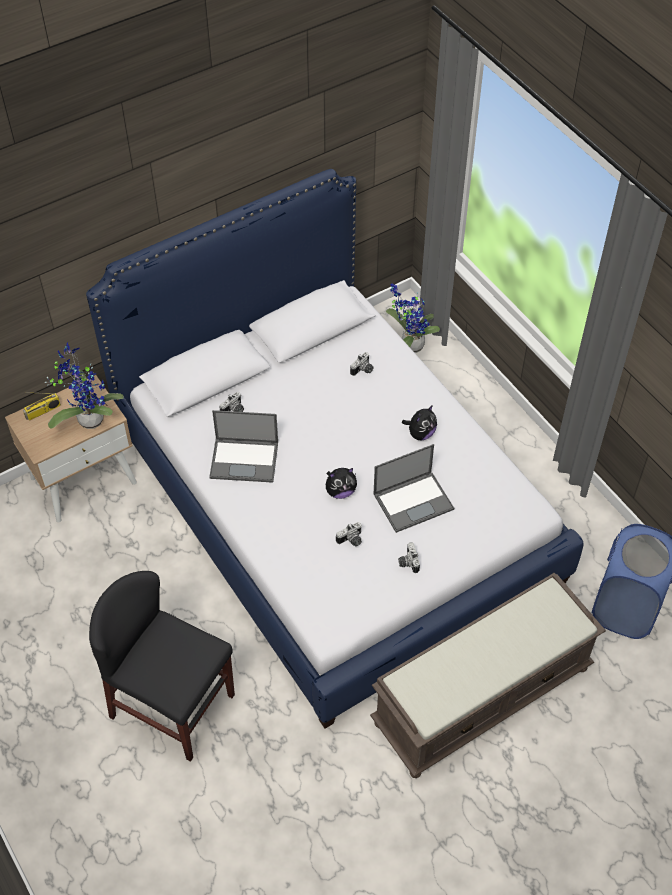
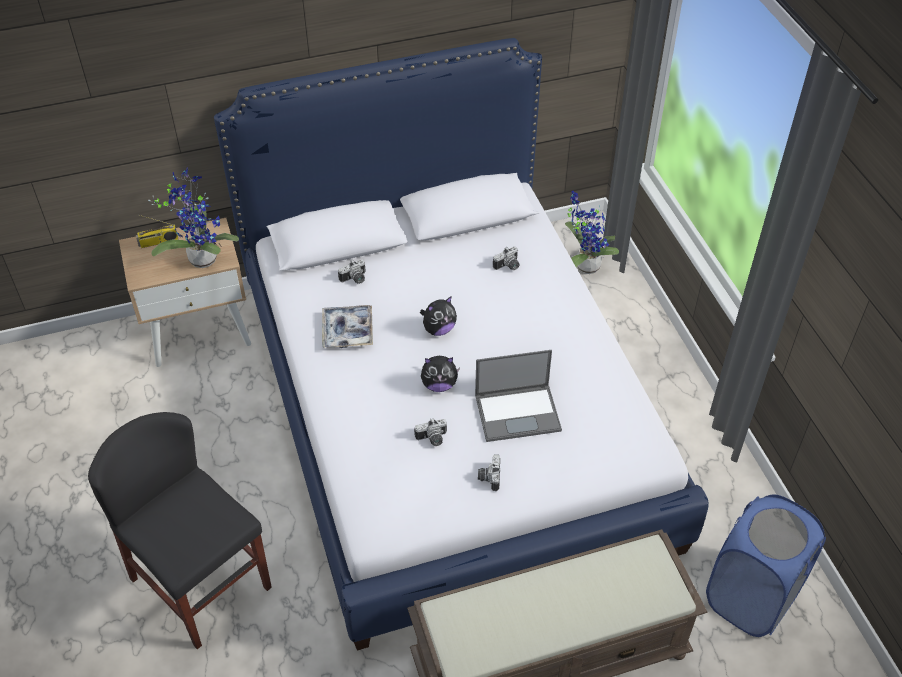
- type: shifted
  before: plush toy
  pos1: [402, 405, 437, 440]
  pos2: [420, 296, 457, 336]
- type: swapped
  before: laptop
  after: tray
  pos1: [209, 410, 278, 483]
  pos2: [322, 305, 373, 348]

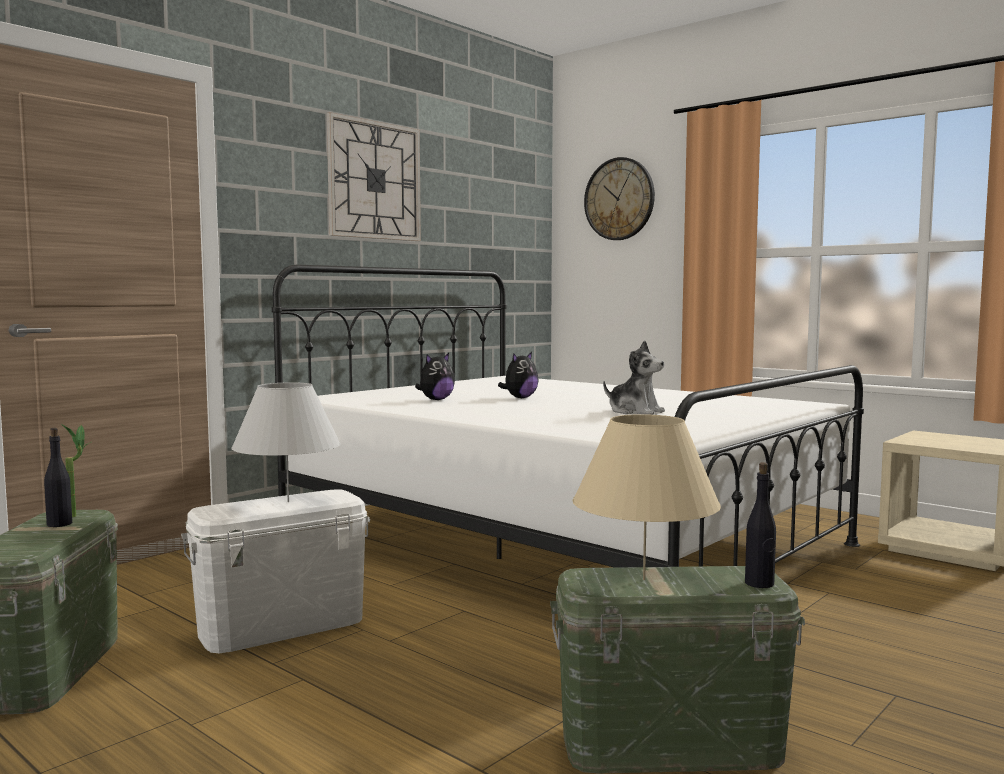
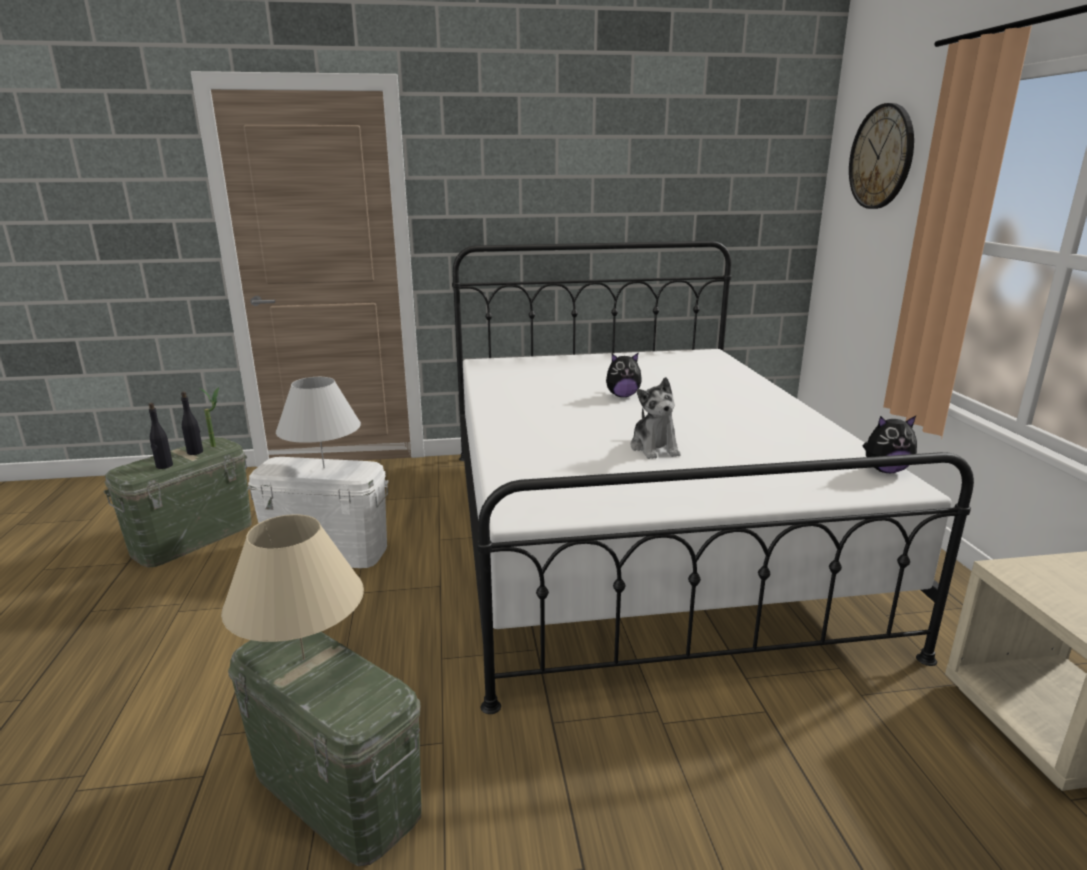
- type: gone
  before: wall clock
  pos1: [327, 112, 421, 241]
- type: shifted
  before: plush toy
  pos1: [415, 353, 455, 400]
  pos2: [862, 416, 917, 473]
- type: shifted
  before: black bottle
  pos1: [745, 462, 776, 588]
  pos2: [148, 403, 173, 469]

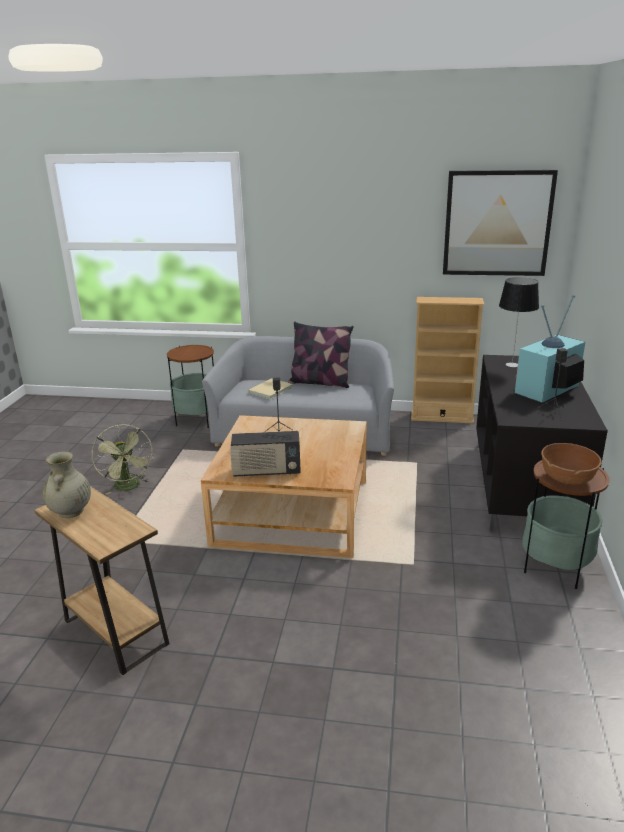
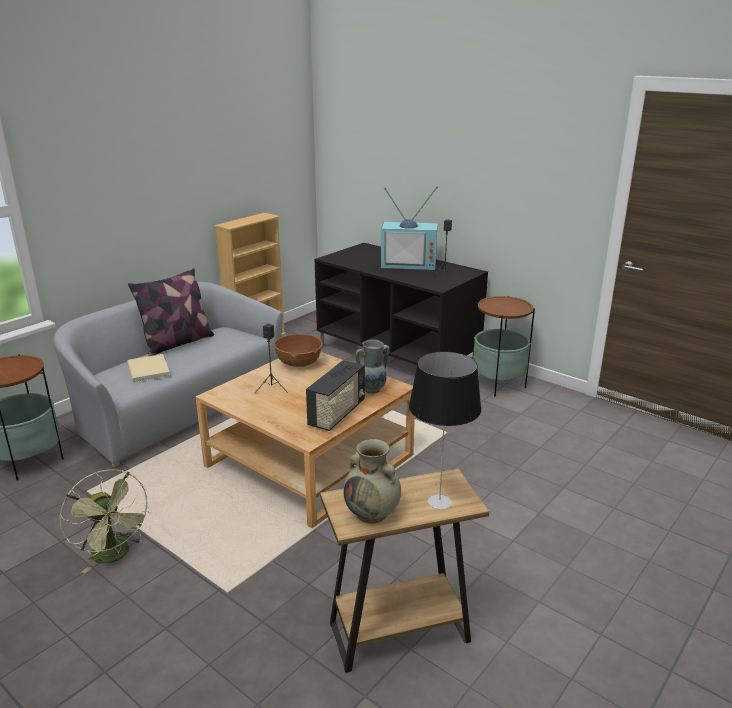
- type: gone
  before: picture
  pos1: [443, 170, 558, 276]
- type: new
  after: grey vase
  pos2: [355, 339, 390, 394]
- type: shifted
  before: table lamp
  pos1: [499, 277, 539, 367]
  pos2: [409, 352, 481, 509]
- type: shifted
  before: brown bowl
  pos1: [541, 443, 602, 485]
  pos2: [274, 334, 323, 367]
- type: rotated
  before: green fan
  pos1: [92, 424, 153, 495]
  pos2: [59, 469, 152, 574]
  turn: 45
- type: rotated
  before: television
  pos1: [515, 295, 585, 403]
  pos2: [381, 186, 438, 270]
  turn: -75

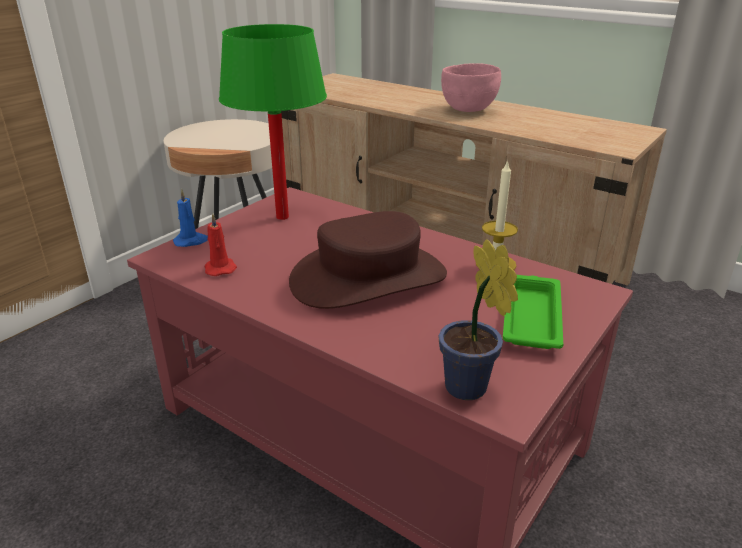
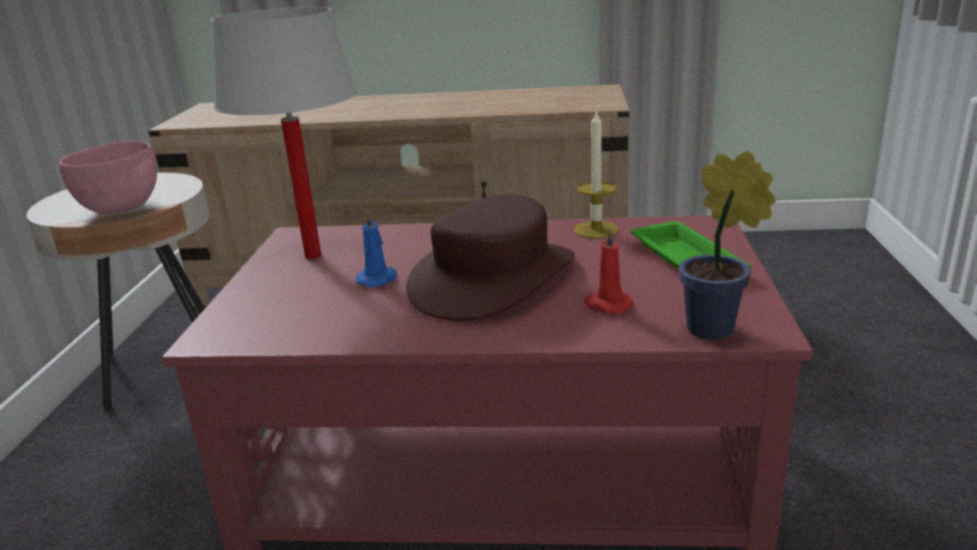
- type: shifted
  before: blue candle
  pos1: [173, 189, 208, 247]
  pos2: [356, 210, 397, 288]
- type: shifted
  before: red candle
  pos1: [205, 213, 237, 276]
  pos2: [584, 228, 634, 314]
- type: shifted
  before: pink bowl
  pos1: [441, 63, 501, 112]
  pos2: [59, 141, 157, 214]
- type: repainted
  before: green table lamp
  after: white table lamp
  pos1: [219, 24, 327, 220]
  pos2: [211, 7, 356, 259]

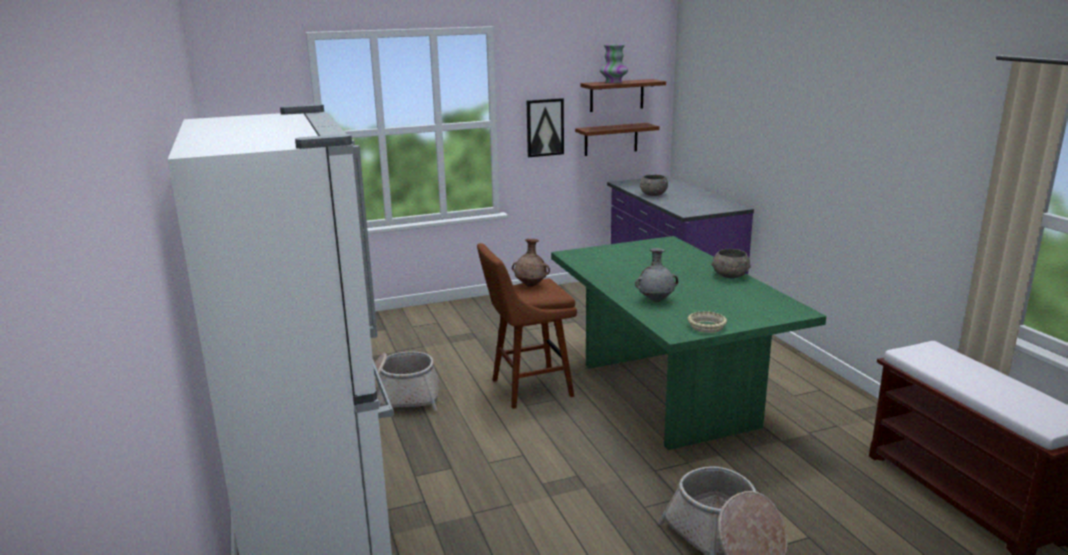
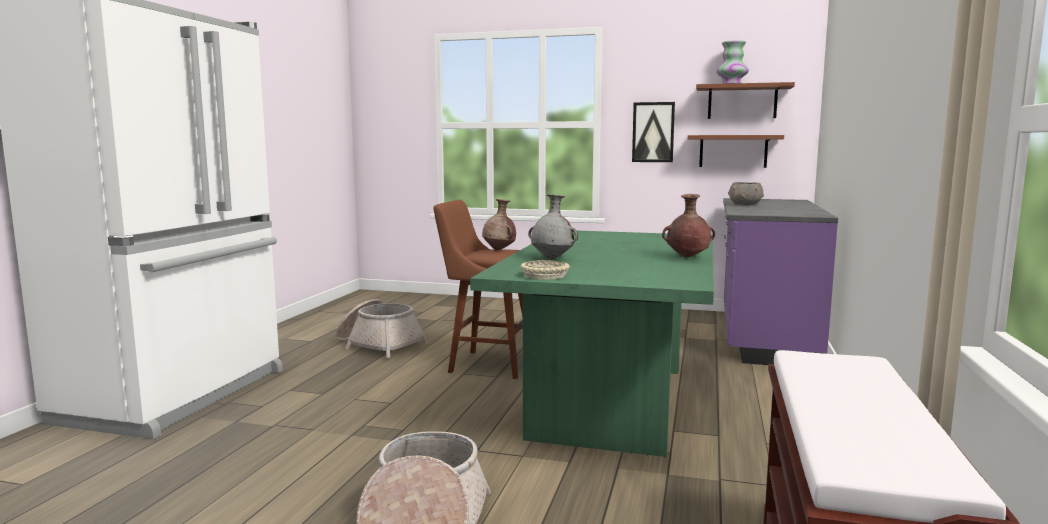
- type: swapped
  before: grey bowl
  after: brown vase
  pos1: [711, 249, 751, 278]
  pos2: [662, 194, 715, 257]

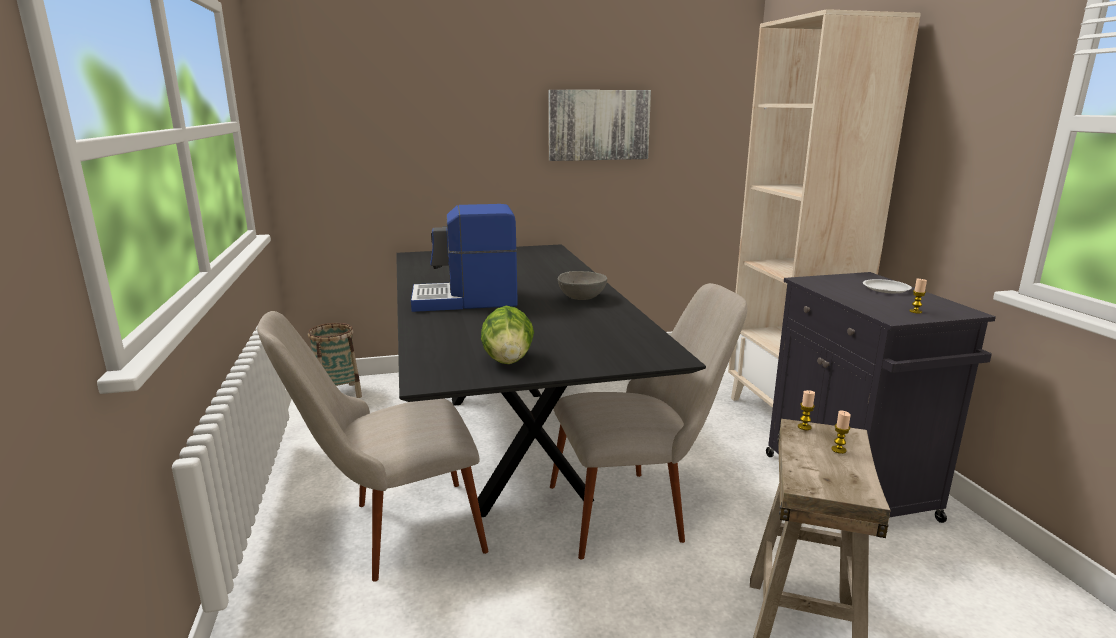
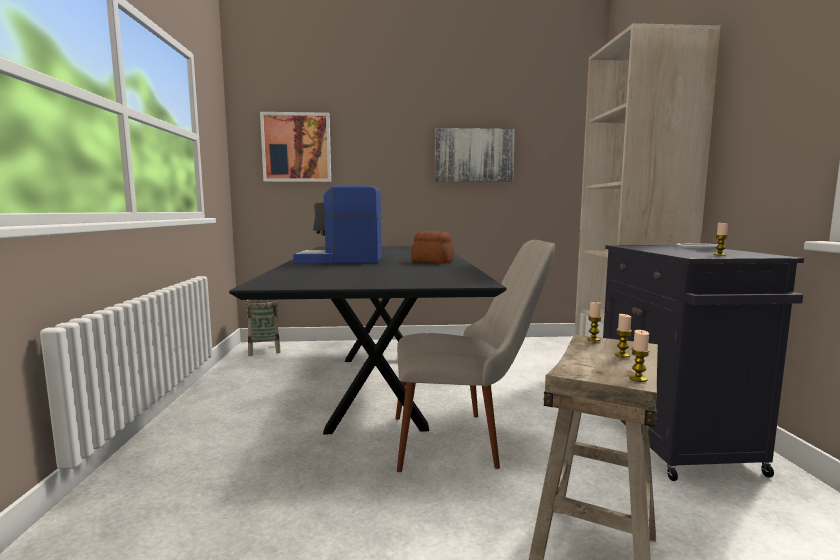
- type: gone
  before: beige chair
  pos1: [257, 311, 488, 582]
- type: gone
  before: lettuce
  pos1: [481, 306, 534, 364]
- type: new
  after: picture
  pos2: [260, 112, 331, 182]
- type: new
  after: candle
  pos2: [629, 330, 650, 382]
- type: swapped
  before: grey bowl
  after: bread
  pos1: [558, 271, 607, 300]
  pos2: [411, 231, 454, 264]

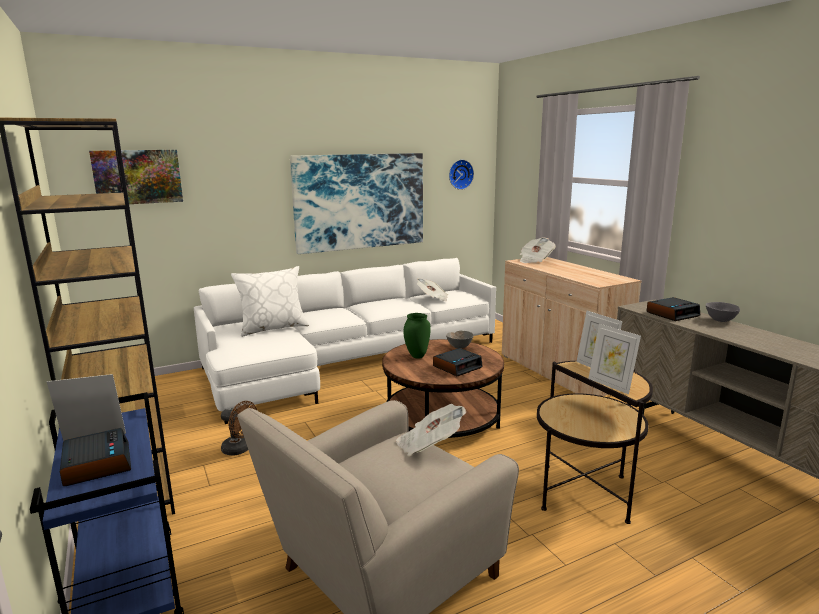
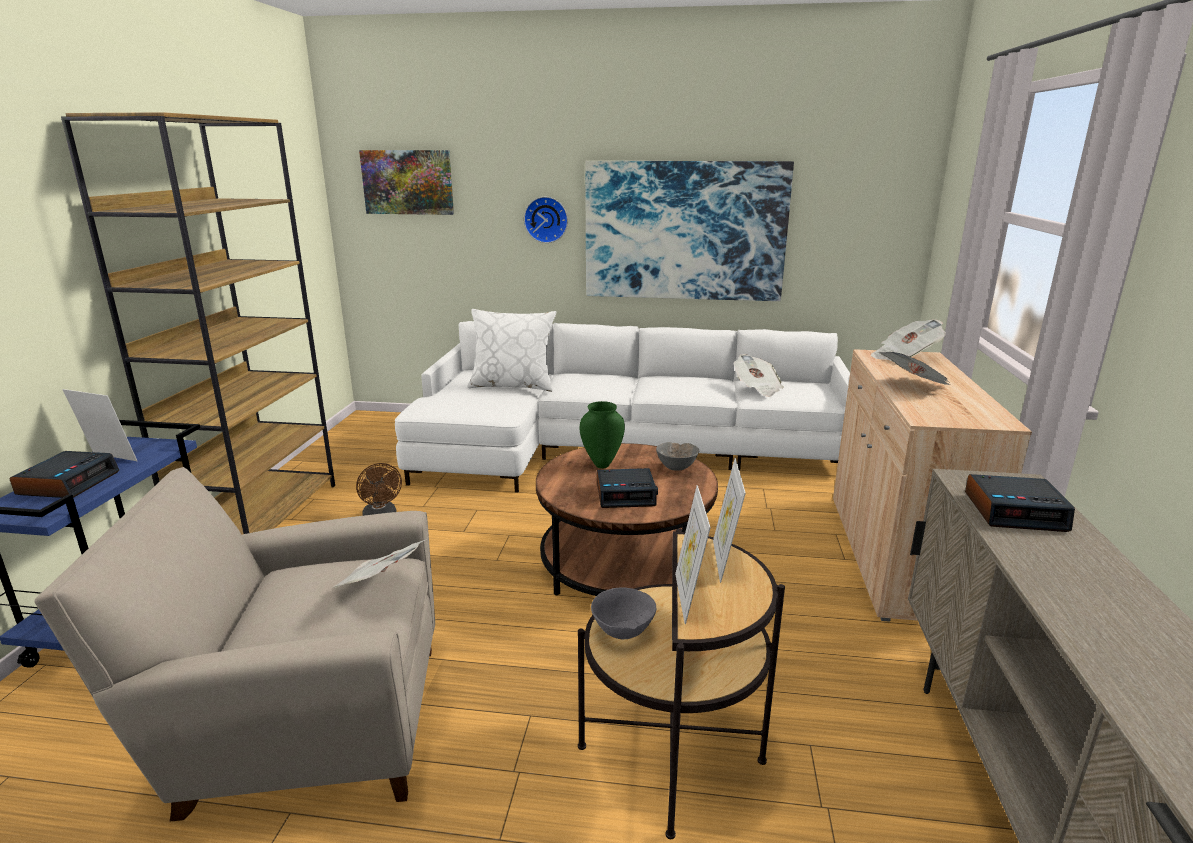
- type: new
  after: newspaper
  pos2: [879, 352, 951, 385]
- type: shifted
  before: wall clock
  pos1: [449, 159, 474, 190]
  pos2: [524, 197, 568, 243]
- type: shifted
  before: grey bowl
  pos1: [705, 302, 740, 322]
  pos2: [591, 587, 656, 640]

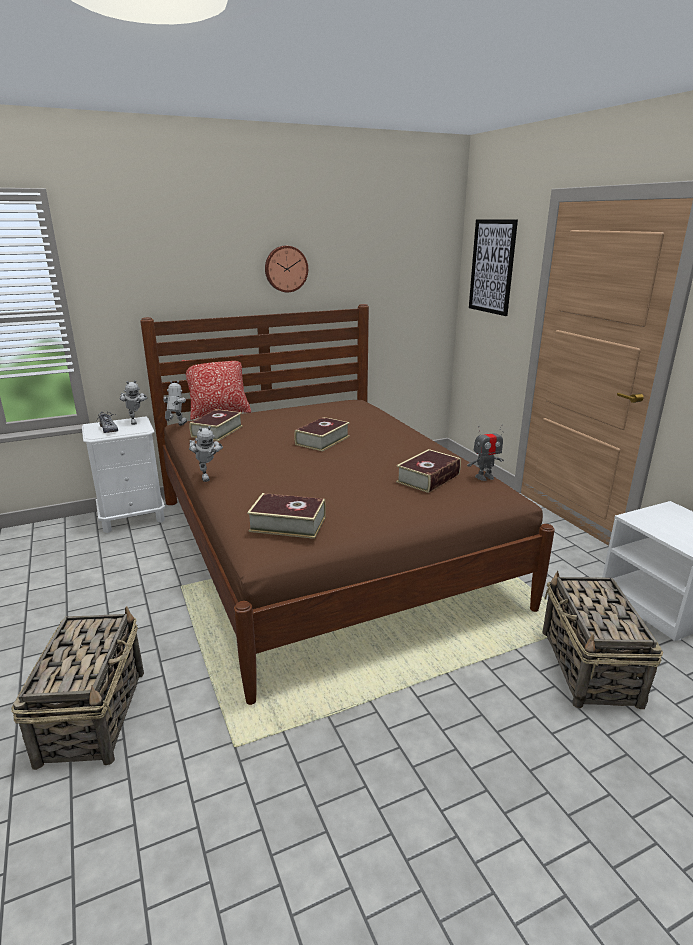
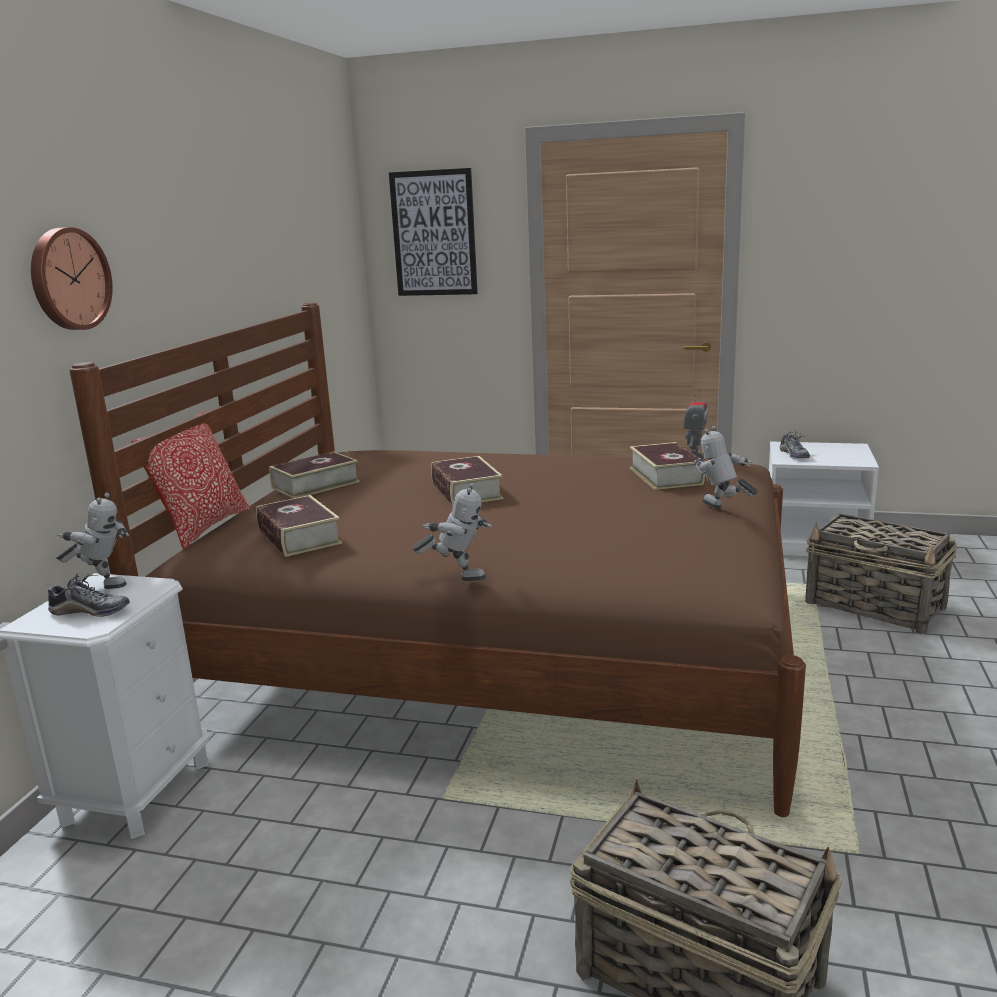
- type: new
  after: shoe
  pos2: [780, 430, 810, 459]
- type: shifted
  before: toy robot
  pos1: [163, 381, 187, 426]
  pos2: [695, 426, 758, 509]
- type: shifted
  before: book
  pos1: [247, 493, 326, 539]
  pos2: [269, 451, 360, 498]
- type: shifted
  before: wall clock
  pos1: [265, 246, 308, 292]
  pos2: [31, 227, 113, 330]

